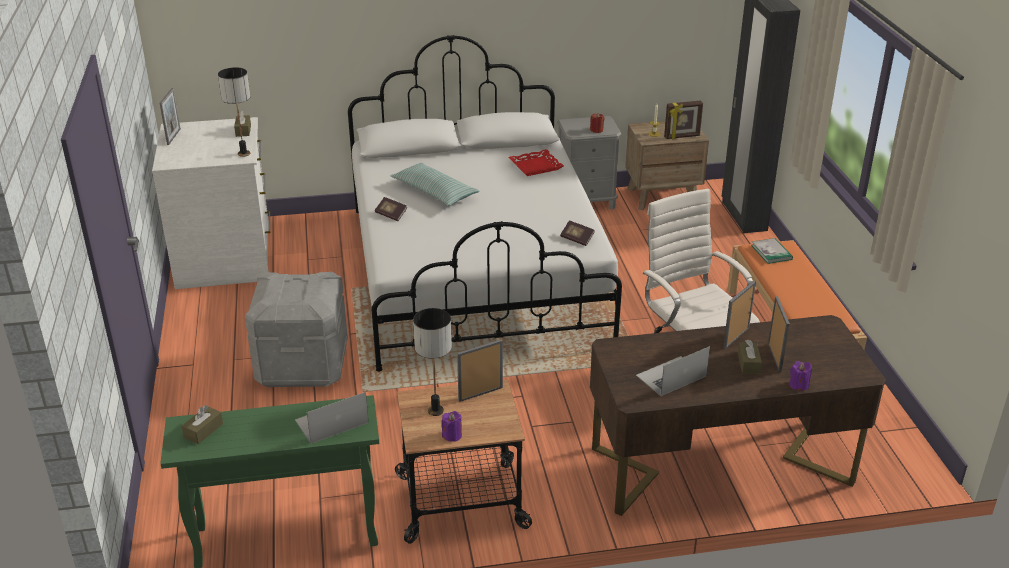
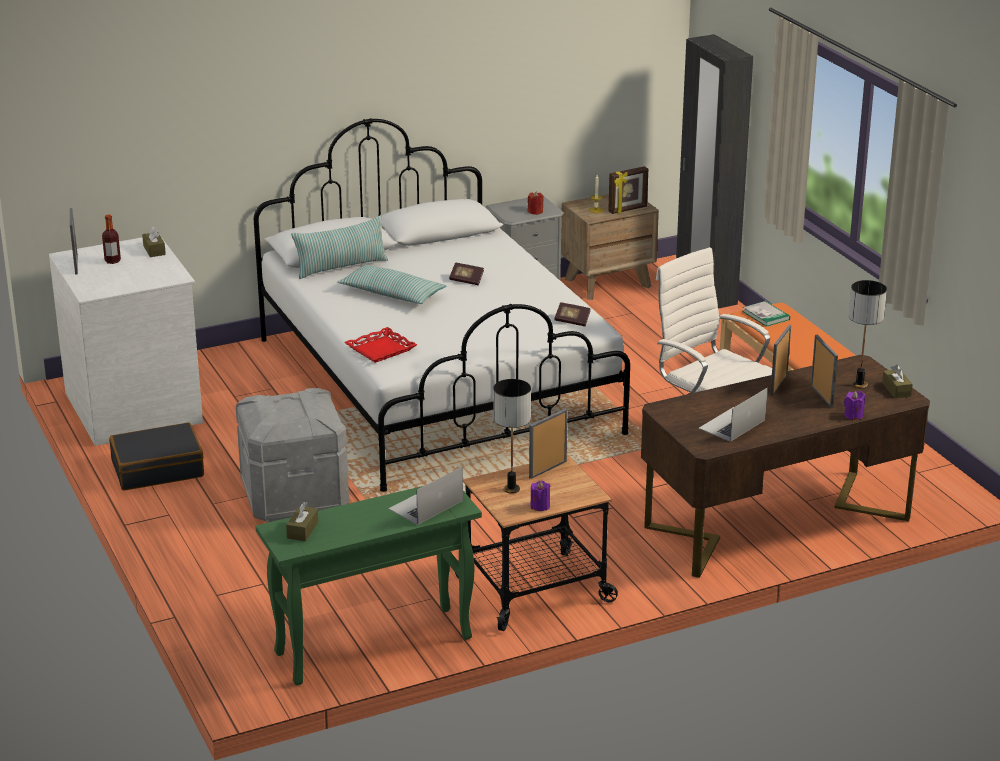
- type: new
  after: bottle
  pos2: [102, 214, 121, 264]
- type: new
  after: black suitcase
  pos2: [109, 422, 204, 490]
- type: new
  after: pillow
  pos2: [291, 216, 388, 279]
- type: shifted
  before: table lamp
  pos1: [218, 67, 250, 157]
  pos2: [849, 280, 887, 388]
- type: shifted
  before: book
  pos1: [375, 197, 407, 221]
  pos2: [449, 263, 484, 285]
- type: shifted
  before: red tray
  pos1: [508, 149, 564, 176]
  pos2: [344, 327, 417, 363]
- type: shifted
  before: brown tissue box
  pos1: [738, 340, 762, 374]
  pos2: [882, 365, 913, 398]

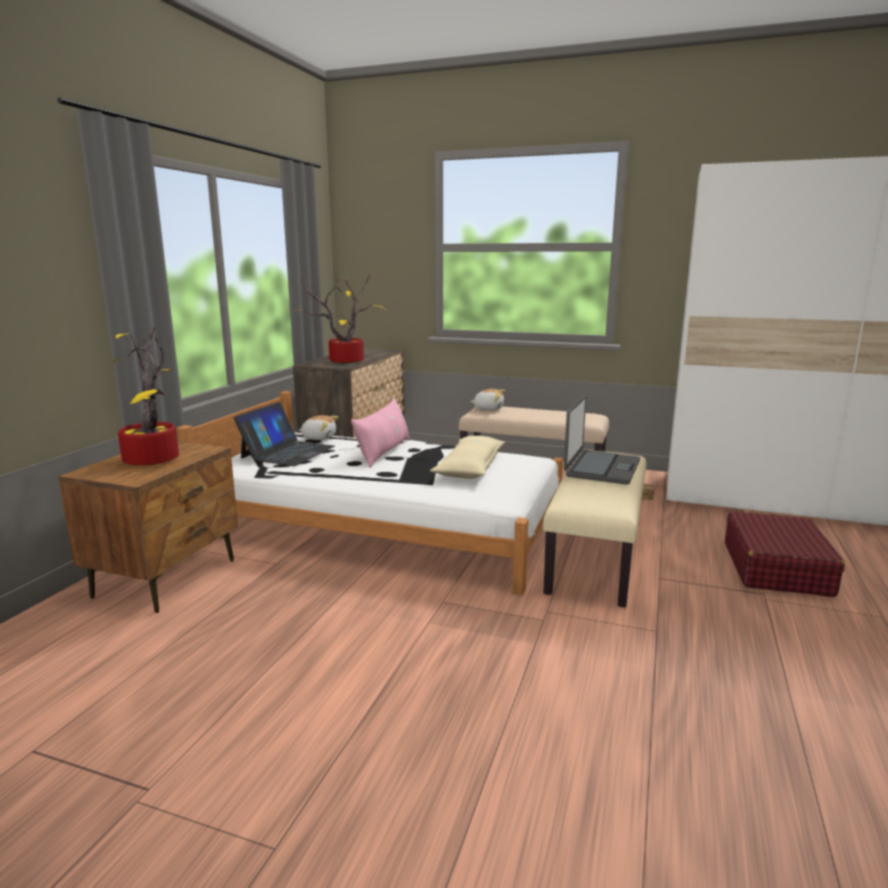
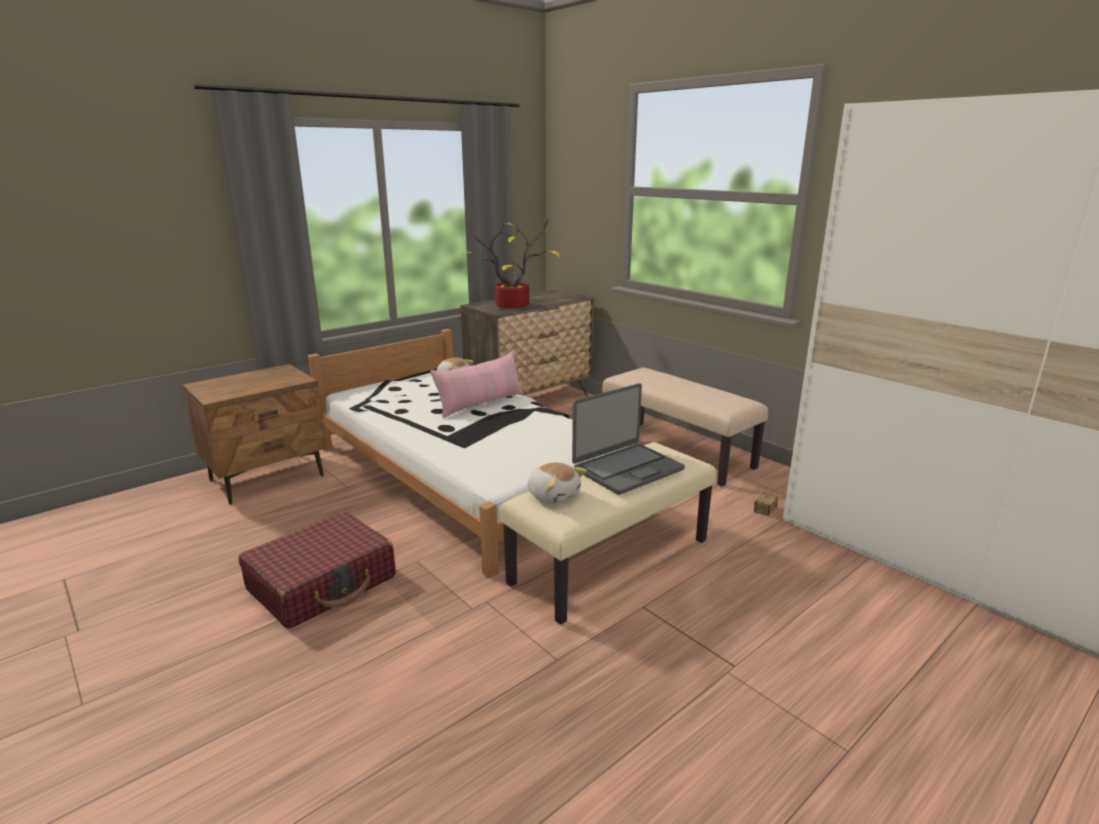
- type: gone
  before: potted plant
  pos1: [114, 326, 179, 465]
- type: gone
  before: laptop
  pos1: [234, 402, 335, 466]
- type: gone
  before: beige pillow
  pos1: [430, 436, 505, 479]
- type: shifted
  before: plush toy
  pos1: [470, 389, 505, 411]
  pos2: [528, 462, 587, 504]
- type: shifted
  before: red suitcase
  pos1: [725, 512, 845, 597]
  pos2: [238, 512, 396, 629]

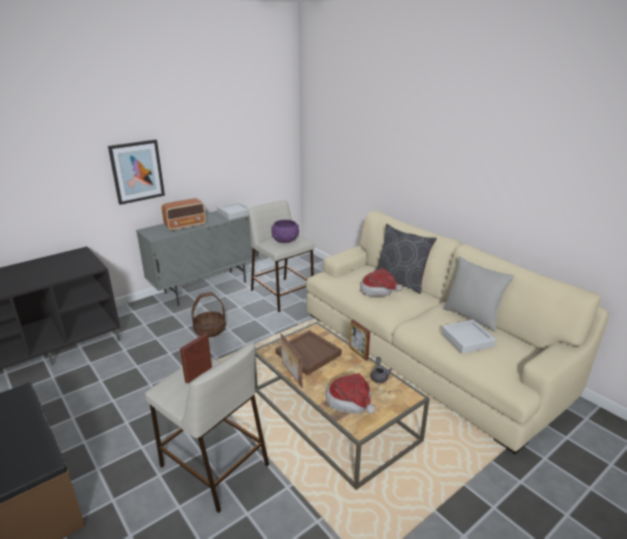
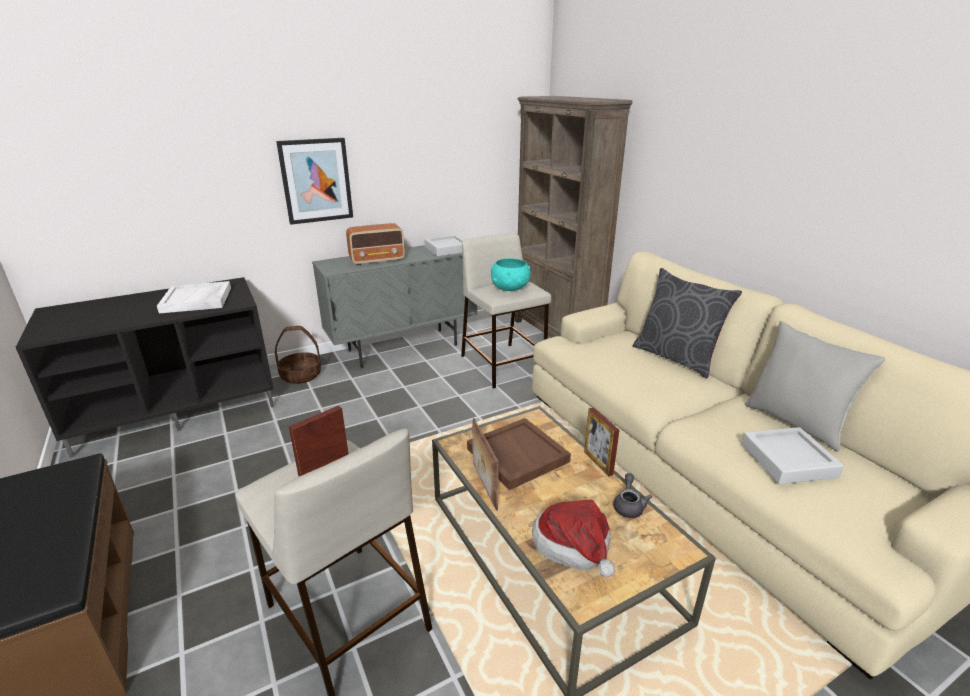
- type: gone
  before: hat
  pos1: [360, 268, 402, 296]
- type: new
  after: white tray
  pos2: [157, 281, 231, 313]
- type: new
  after: brown bookcase
  pos2: [515, 96, 633, 338]
- type: shifted
  before: basket
  pos1: [191, 292, 226, 338]
  pos2: [275, 326, 321, 384]
- type: repainted
  before: purple bowl
  after: turquoise bowl
  pos1: [271, 220, 299, 243]
  pos2: [491, 258, 530, 291]

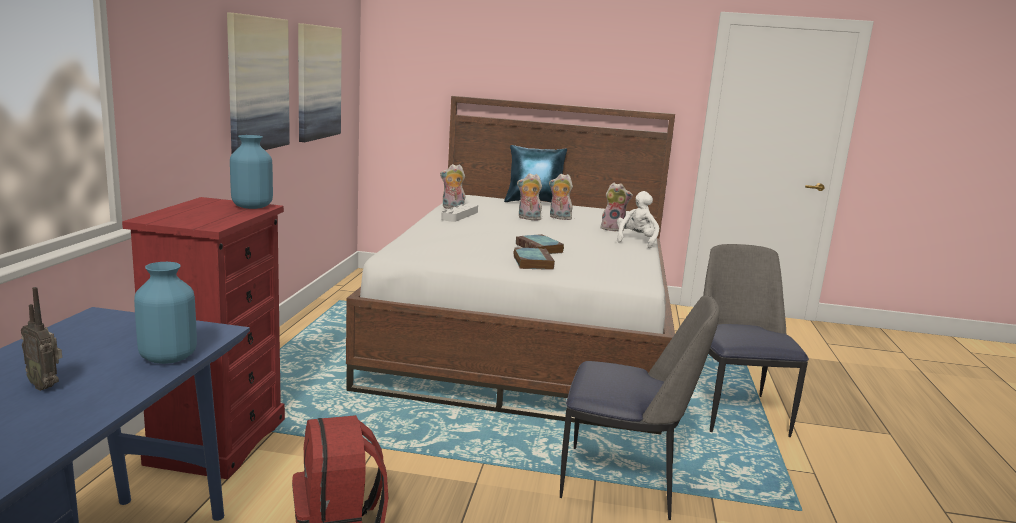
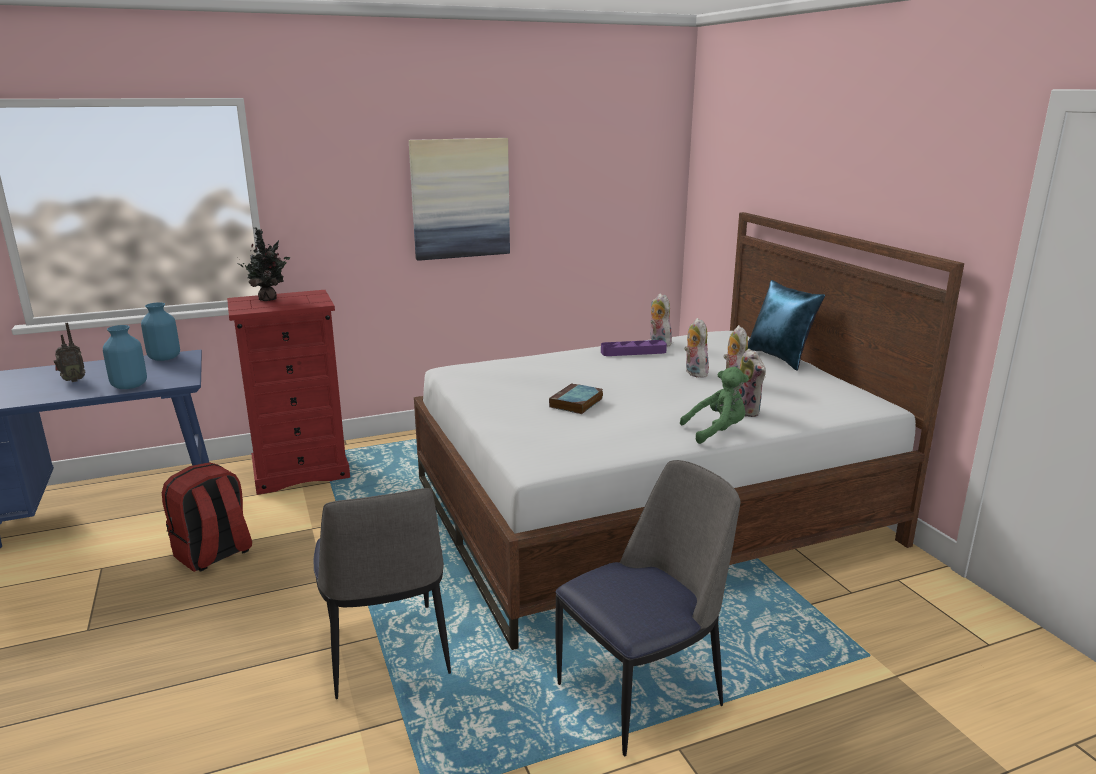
- type: gone
  before: picture
  pos1: [298, 23, 342, 142]
- type: gone
  before: book
  pos1: [513, 247, 555, 270]
- type: new
  after: potted plant
  pos2: [238, 227, 290, 301]
- type: shifted
  before: blue vase
  pos1: [230, 135, 273, 209]
  pos2: [141, 302, 180, 361]
- type: repainted
  before: grey tray
  after: purple tray
  pos1: [441, 203, 478, 222]
  pos2: [601, 340, 667, 356]
- type: repainted
  before: white plush toy
  after: green plush toy
  pos1: [617, 191, 659, 248]
  pos2: [680, 367, 749, 444]
- type: rotated
  before: radio
  pos1: [21, 287, 62, 391]
  pos2: [54, 323, 85, 382]
  turn: -120

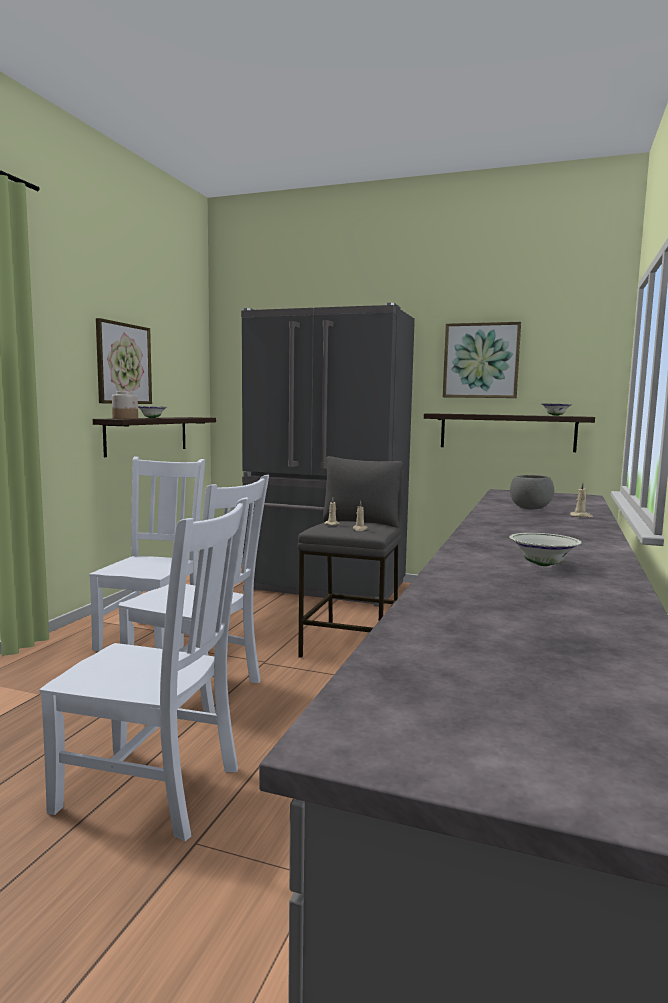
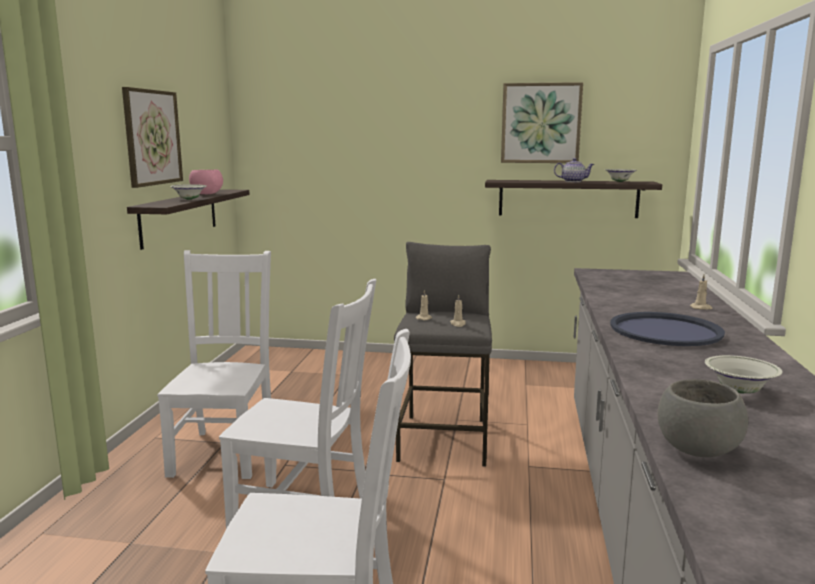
- type: gone
  before: jar
  pos1: [112, 391, 138, 419]
- type: gone
  before: grey fridge
  pos1: [241, 303, 415, 607]
- type: new
  after: pink bowl
  pos2: [189, 170, 223, 194]
- type: new
  after: teapot
  pos2: [554, 158, 595, 182]
- type: new
  after: blue tray
  pos2: [610, 312, 725, 346]
- type: shifted
  before: grey bowl
  pos1: [510, 475, 554, 510]
  pos2: [657, 379, 748, 457]

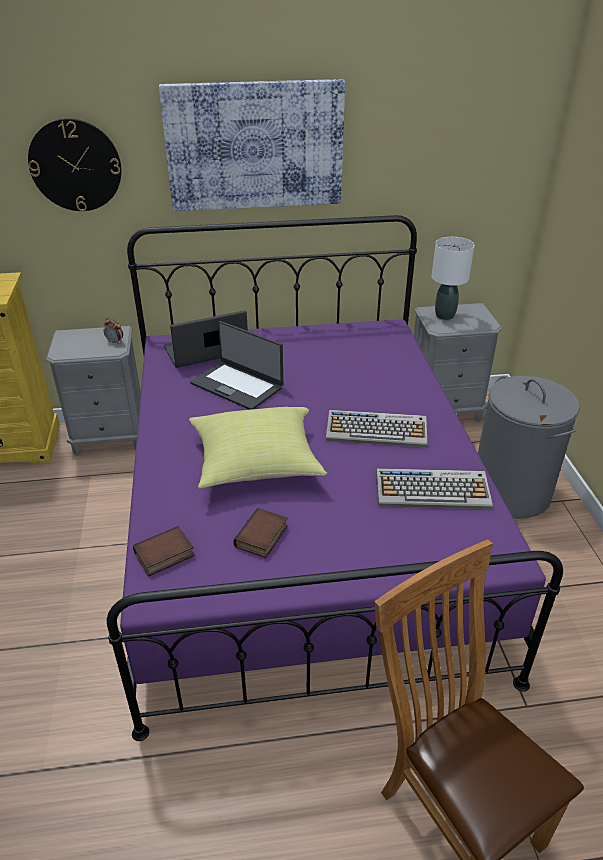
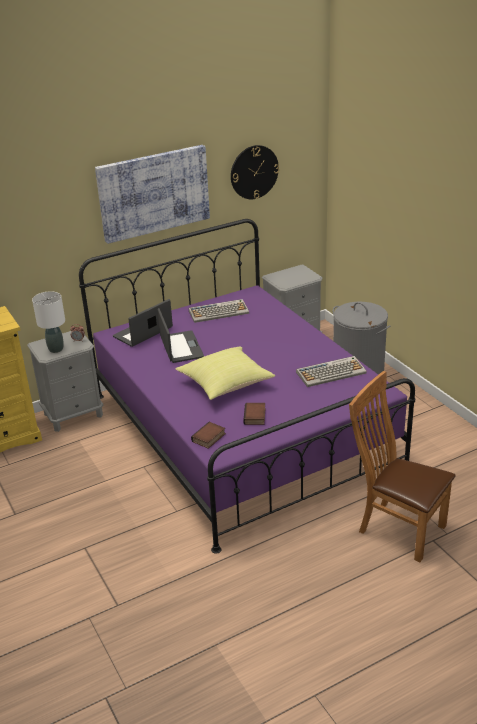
- type: shifted
  before: wall clock
  pos1: [28, 118, 121, 212]
  pos2: [231, 145, 279, 199]
- type: shifted
  before: keyboard
  pos1: [326, 410, 428, 448]
  pos2: [189, 299, 249, 323]
- type: shifted
  before: white table lamp
  pos1: [431, 237, 474, 320]
  pos2: [32, 291, 65, 353]
- type: rotated
  before: laptop
  pos1: [190, 321, 283, 410]
  pos2: [157, 308, 204, 363]
  turn: -120

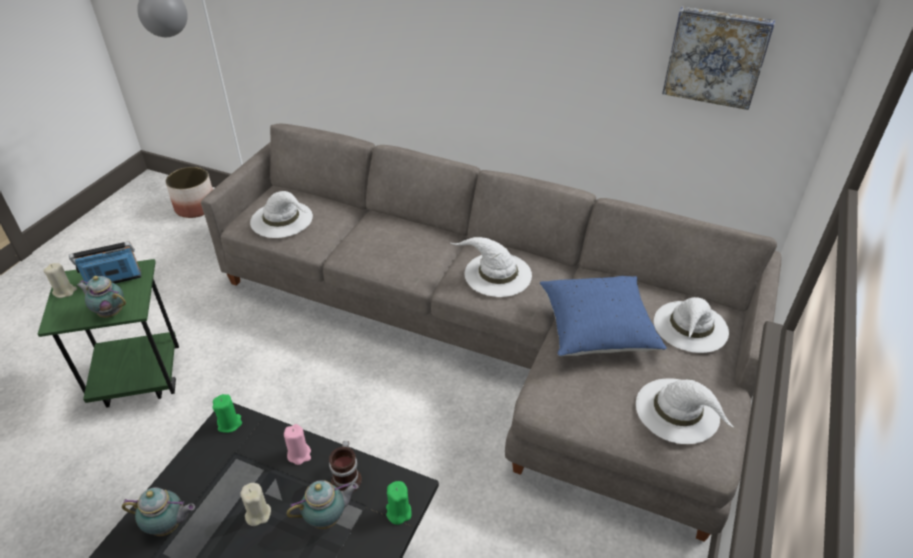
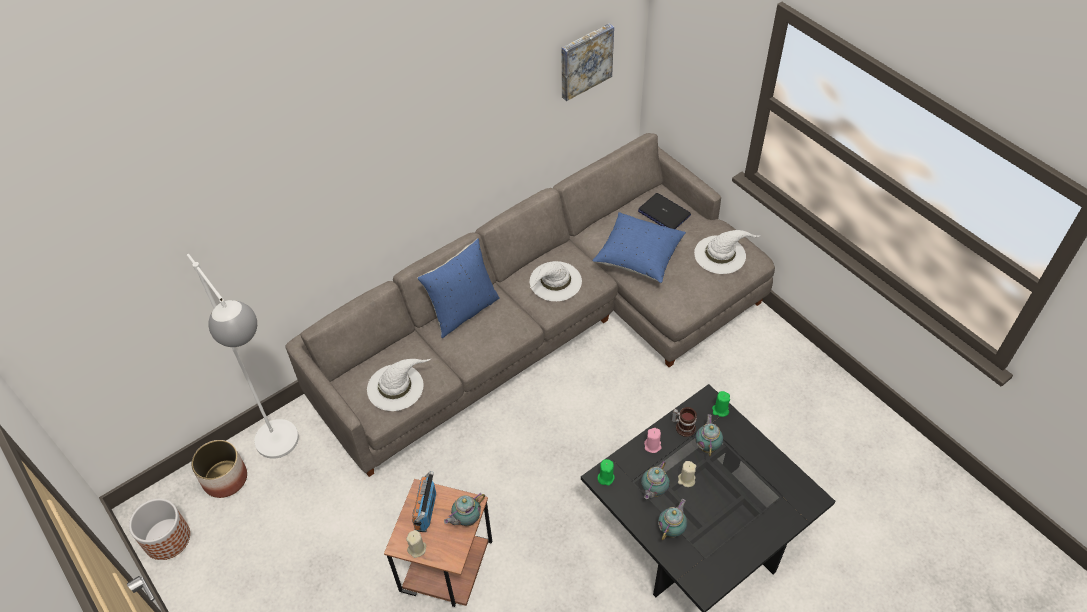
- type: new
  after: planter
  pos2: [129, 498, 190, 560]
- type: new
  after: blue pillow
  pos2: [417, 238, 500, 338]
- type: new
  after: teapot
  pos2: [641, 461, 670, 499]
- type: swapped
  before: white hat
  after: laptop
  pos1: [654, 297, 729, 353]
  pos2: [638, 193, 691, 229]
- type: repainted
  before: green side table
  after: brown side table
  pos1: [38, 259, 179, 408]
  pos2: [384, 479, 492, 607]

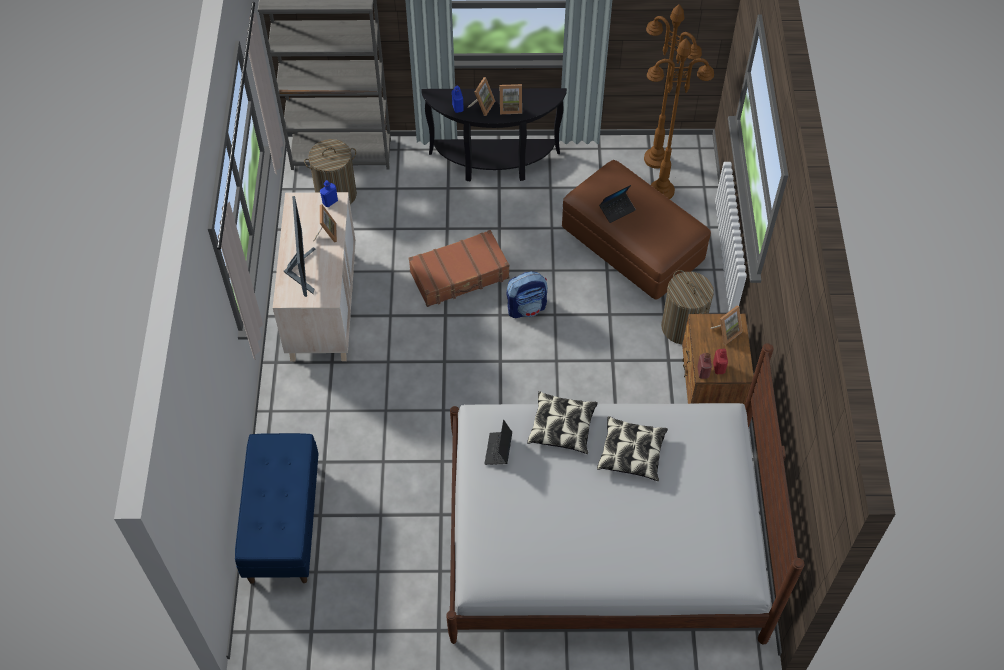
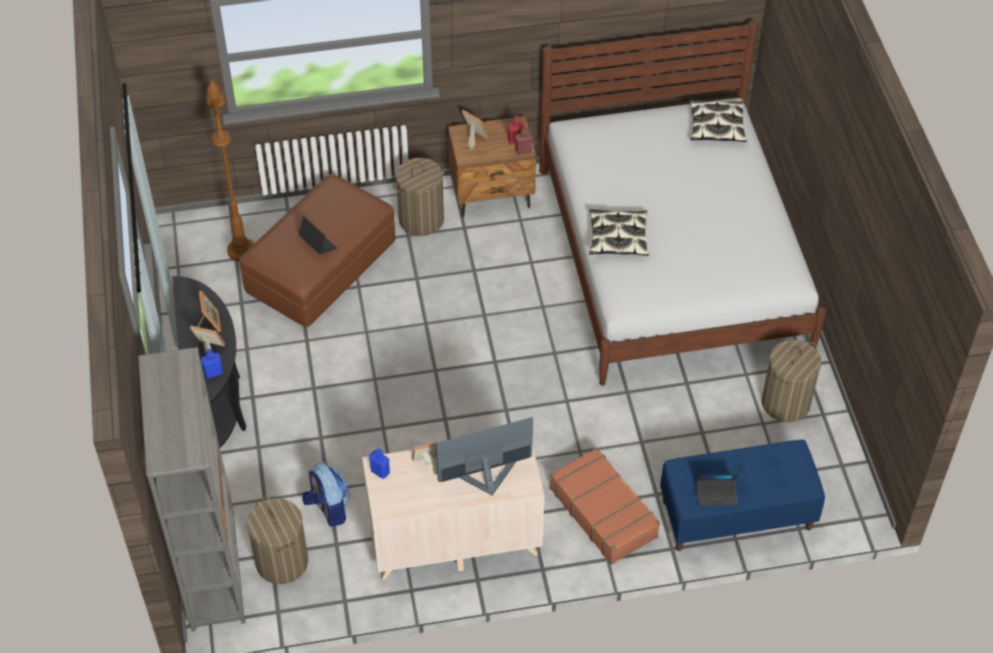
- type: gone
  before: brown floor lamp
  pos1: [644, 4, 702, 169]
- type: new
  after: laundry basket
  pos2: [762, 340, 821, 422]
- type: shifted
  before: brown suitcase
  pos1: [409, 230, 509, 307]
  pos2: [550, 448, 660, 565]
- type: shifted
  before: laptop
  pos1: [484, 420, 512, 465]
  pos2: [696, 474, 739, 506]
- type: shifted
  before: backpack
  pos1: [507, 271, 547, 318]
  pos2: [302, 462, 350, 527]
- type: shifted
  before: pillow
  pos1: [597, 416, 668, 481]
  pos2: [689, 99, 747, 142]

